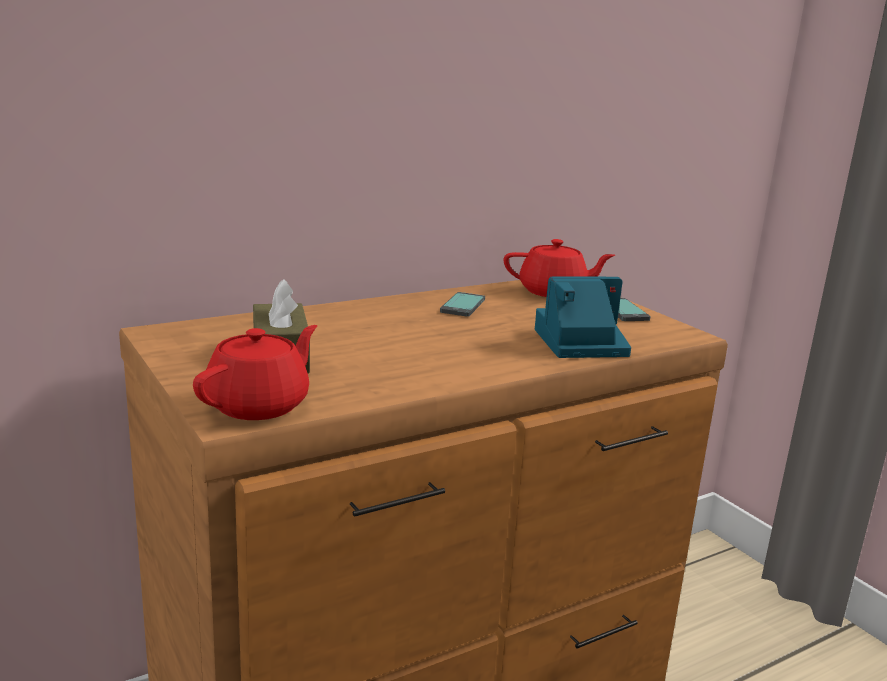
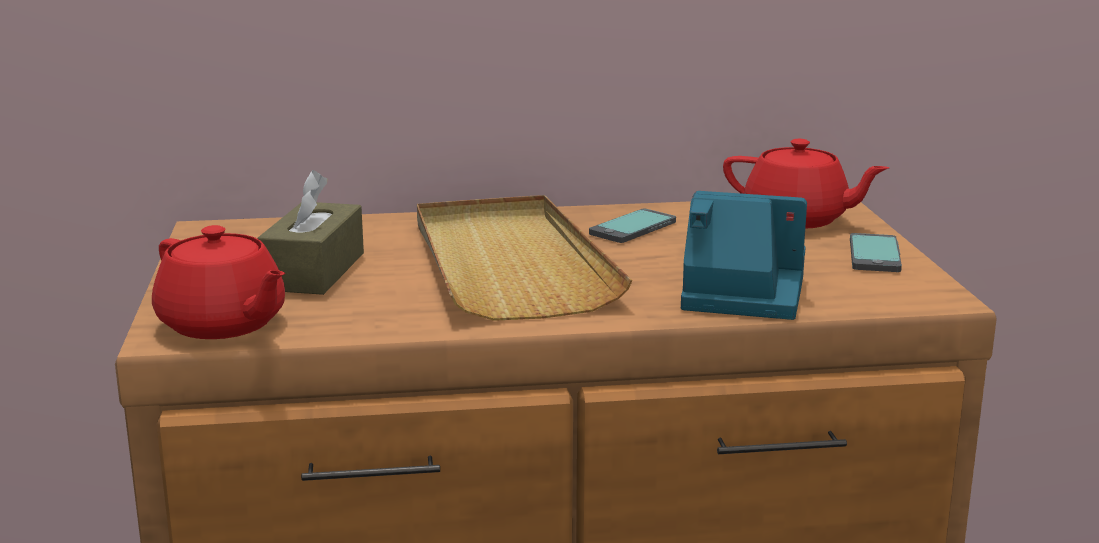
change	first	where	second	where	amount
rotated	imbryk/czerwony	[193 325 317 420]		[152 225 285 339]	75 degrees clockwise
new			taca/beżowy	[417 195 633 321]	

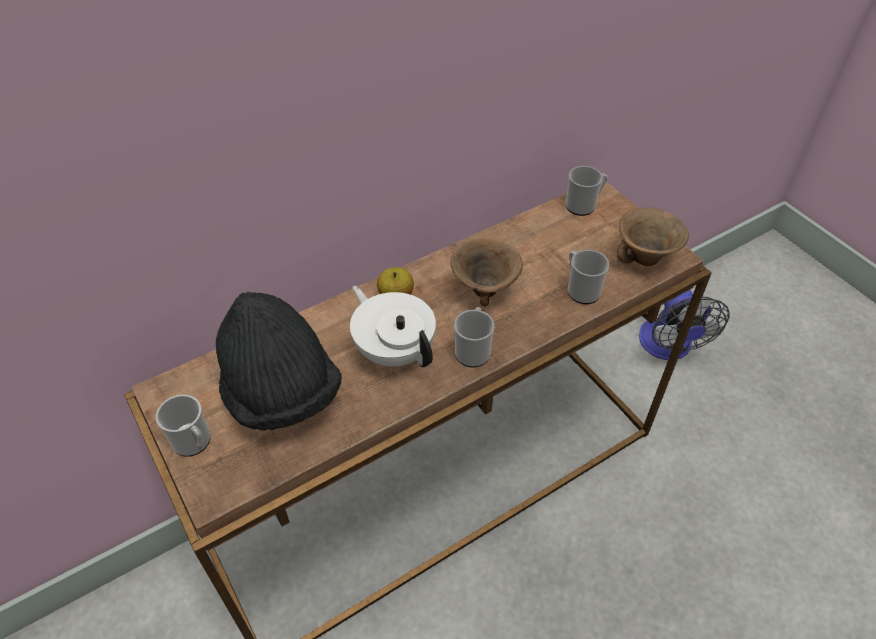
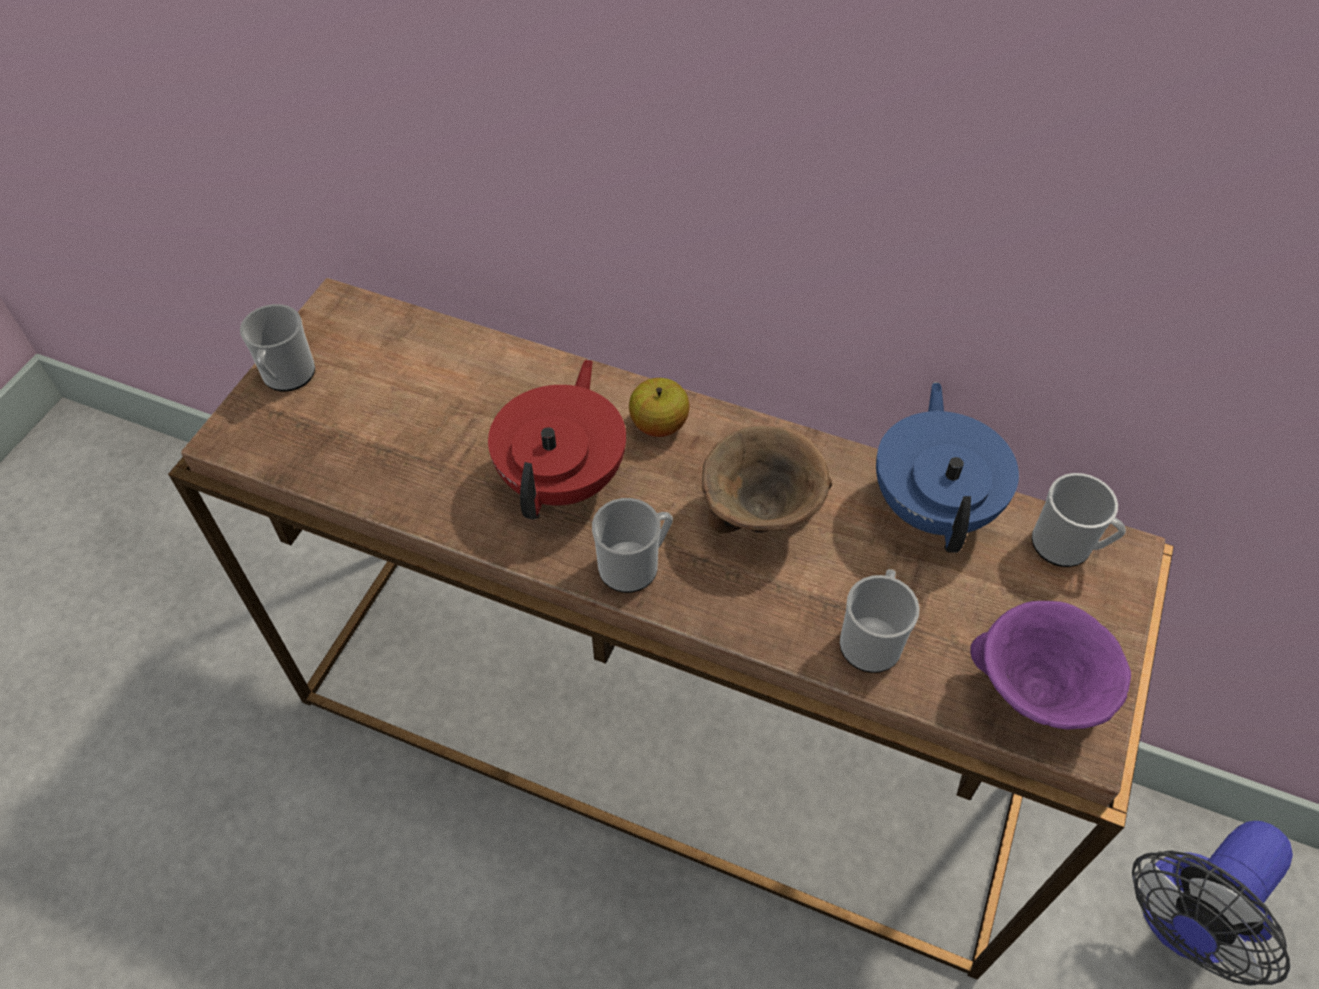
change	first	where	second	where	amount
repainted	miska/brązowy	[617 208 689 266]	miska/fioletowy	[970 601 1131 730]	
repainted	imbryk/biały	[350 286 436 367]	imbryk/czerwony	[488 359 626 520]	
gone	kapelusz/czarny	[216 292 342 431]			
new			imbryk/niebieski	[876 382 1019 553]	

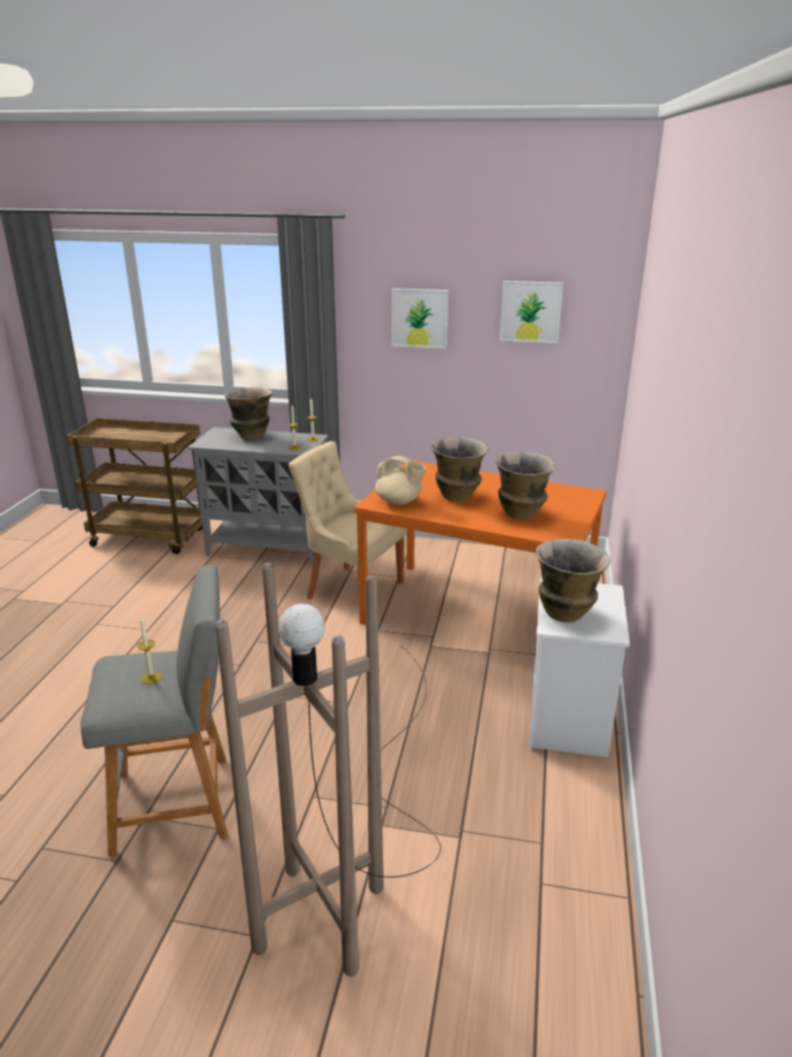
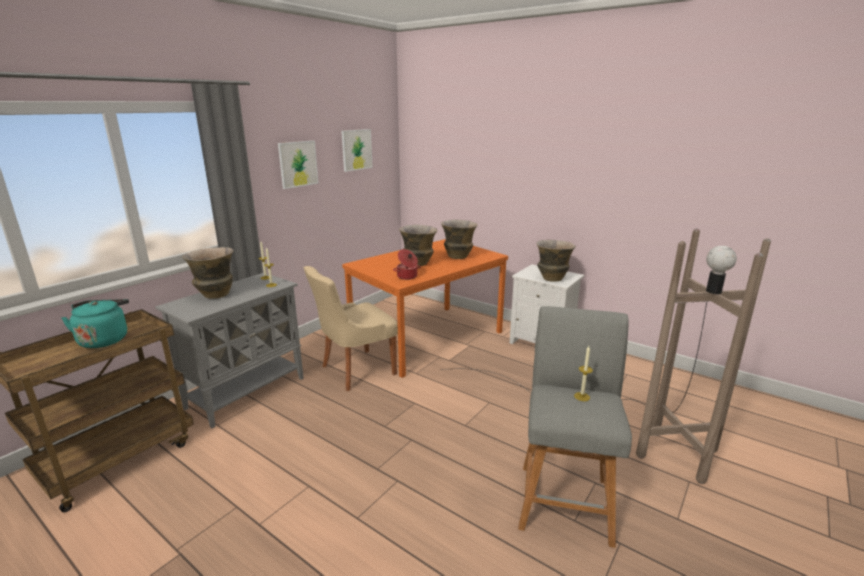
change	first	where	second	where	amount
swapped	imbryk/beżowy	[375 456 427 505]	garnek	[393 249 421 280]	
new			czajnik/turkusowy	[61 299 129 348]	

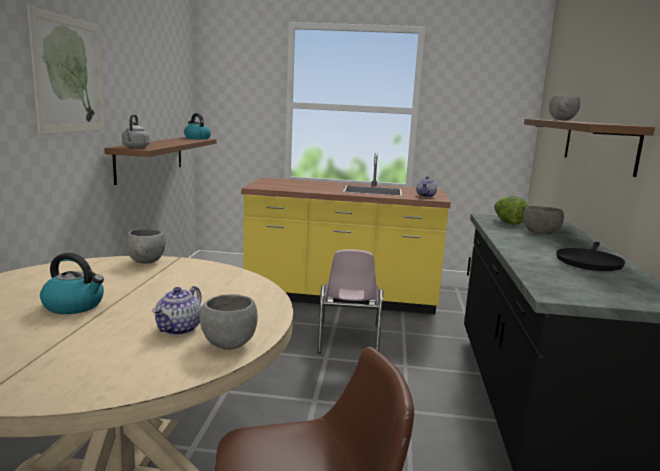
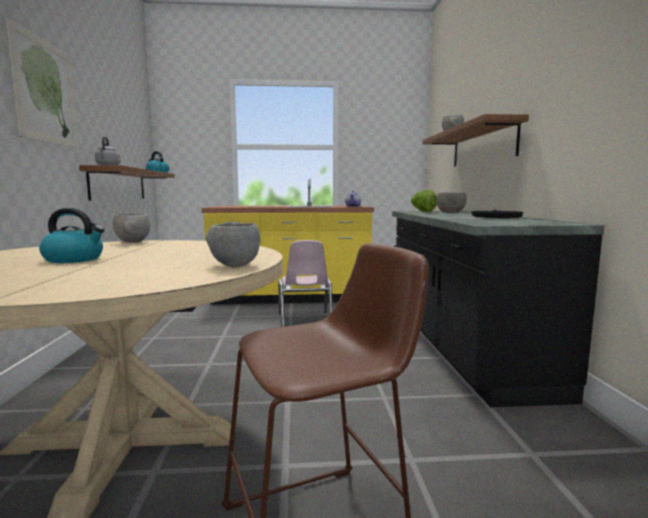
change	first	where	second	where	amount
gone	imbryk	[152 286 201 335]			

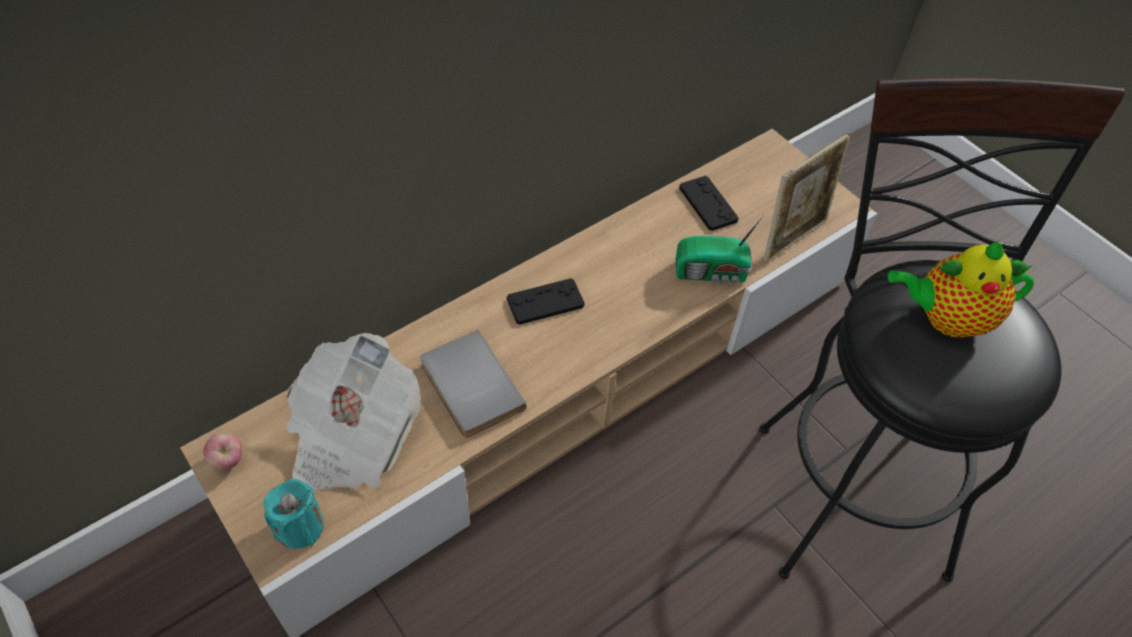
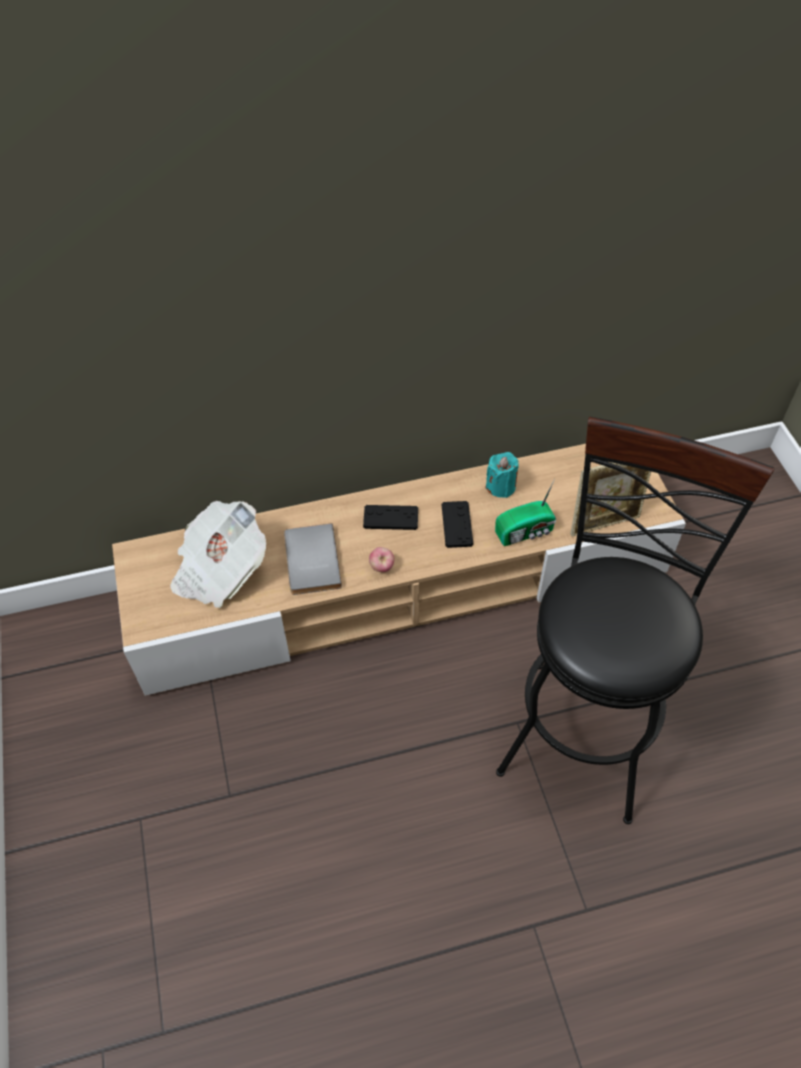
change	first	where	second	where	amount
shifted	pad do gier/czarny	[679 176 739 231]		[442 501 473 548]	
rotated	radio	[676 215 764 284]		[495 479 556 546]	45 degrees counterclockwise
gone	imbryk	[888 241 1034 338]			
shifted	jabłko	[203 433 242 470]		[369 547 395 572]	
shifted	świeca/turkusowy	[264 478 324 549]		[485 452 519 498]	

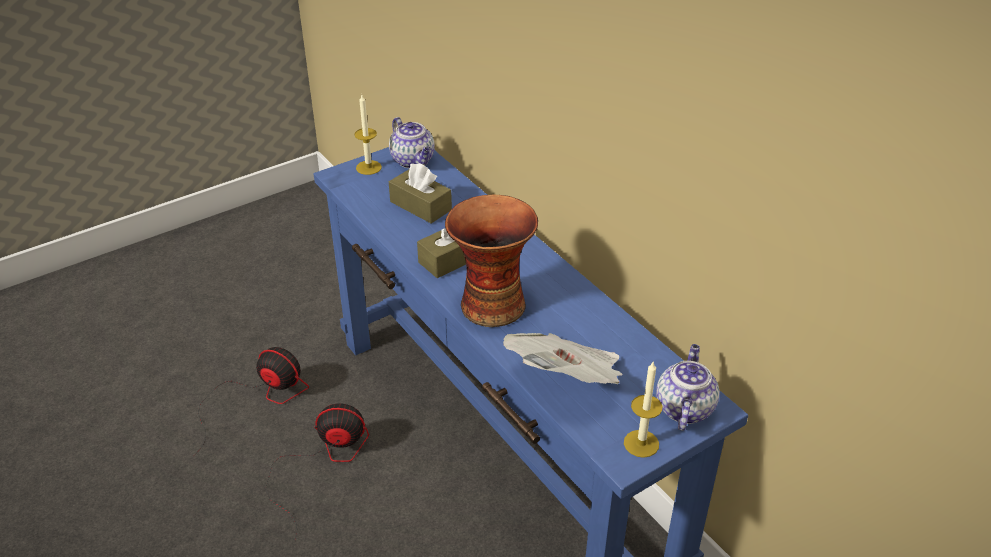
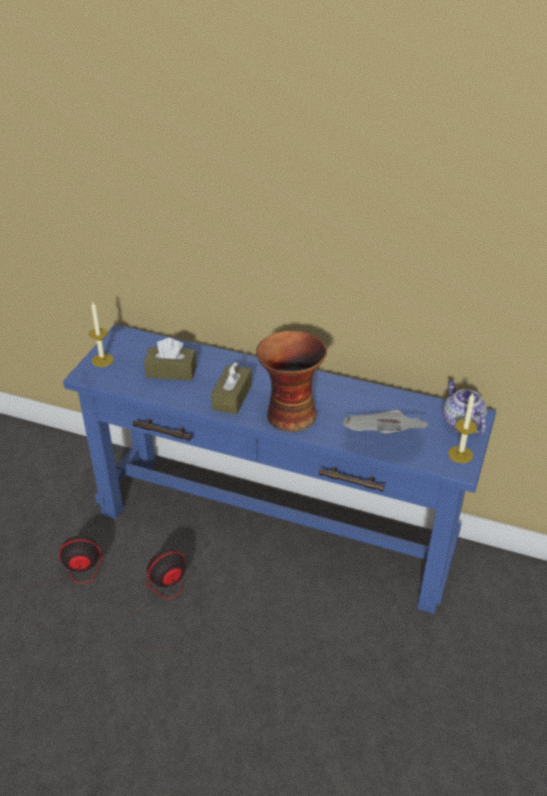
change	first	where	second	where	amount
gone	imbryk	[389 117 435 168]			

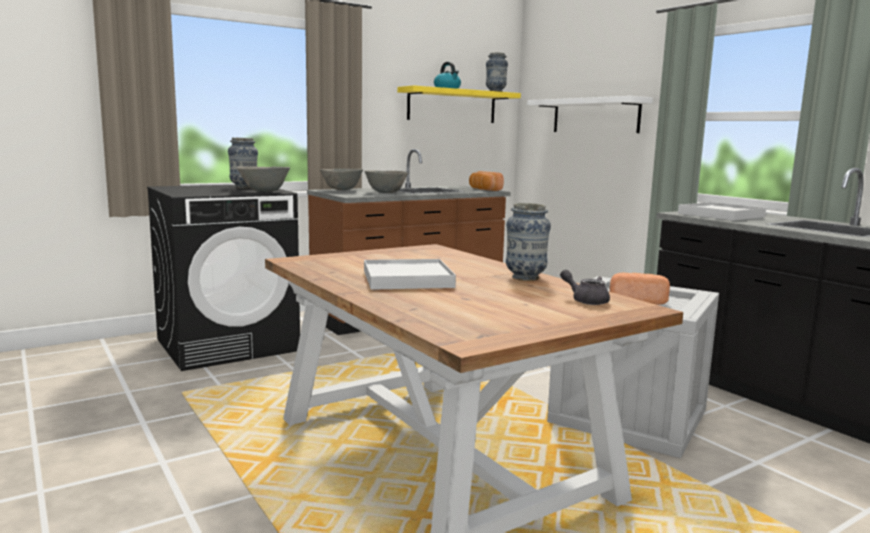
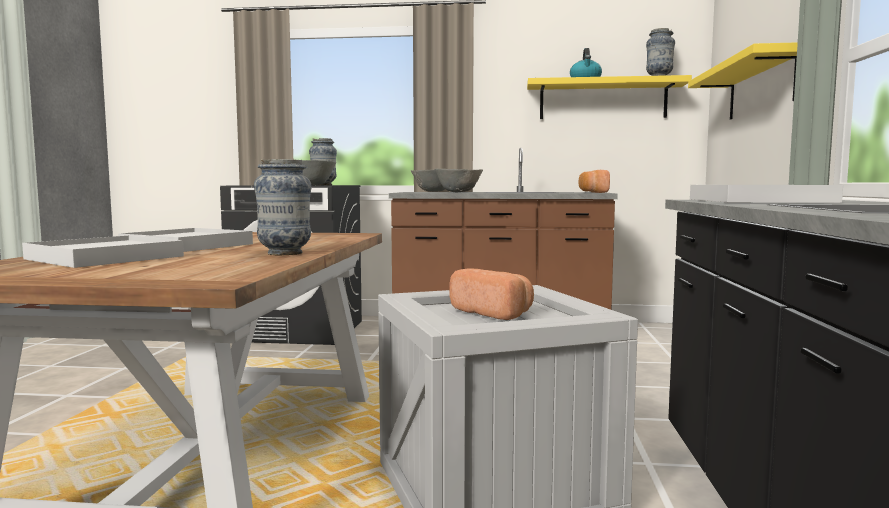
change	first	where	second	where	amount
repainted	półka/biały	[527 96 653 133]	półka/żółty	[688 42 798 120]	
gone	imbryk/szary	[560 270 610 305]			
new			taca/biały	[22 235 184 268]	

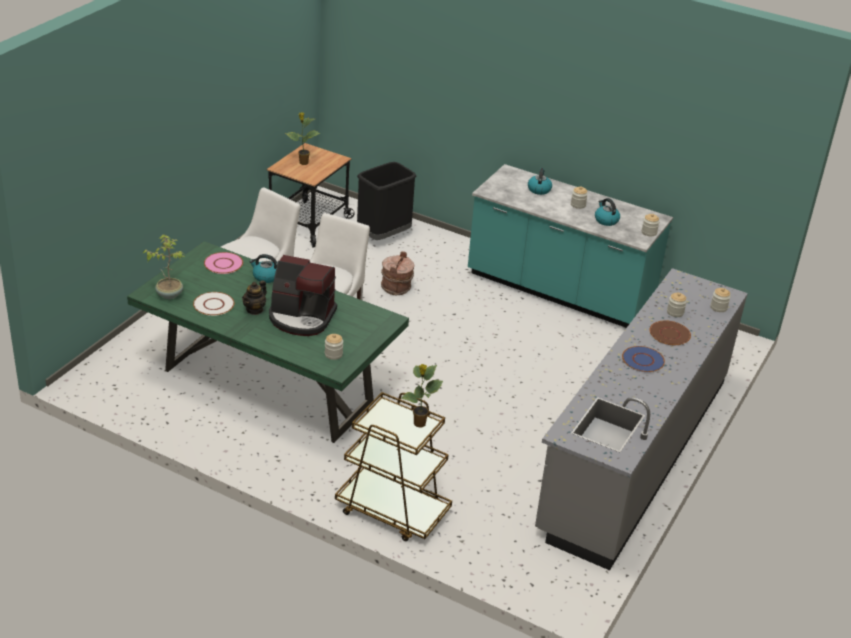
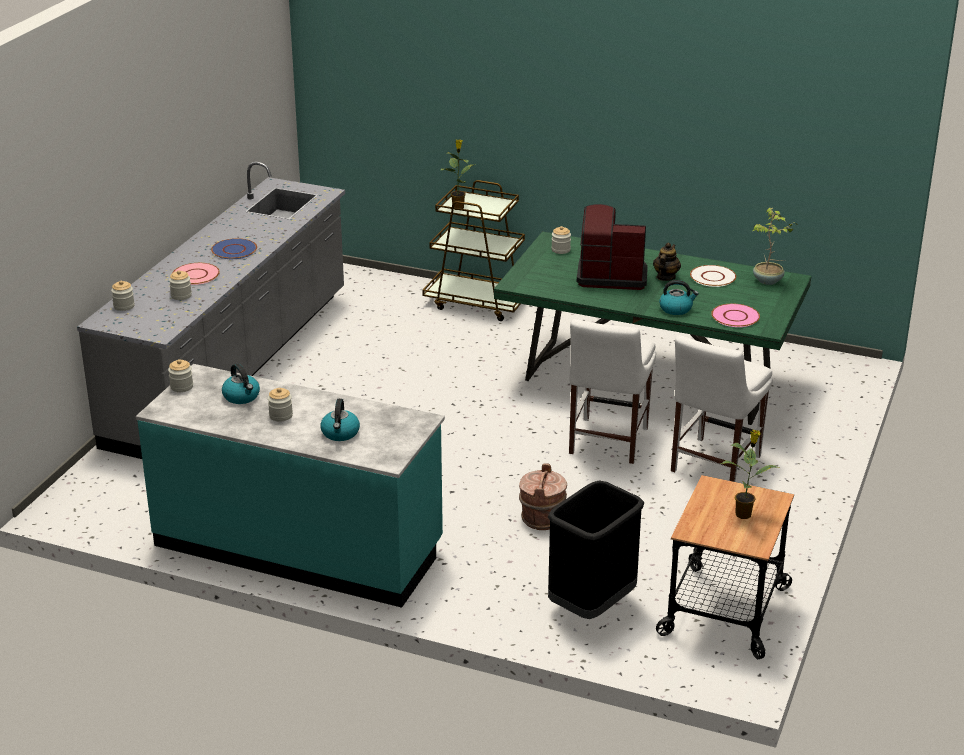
change	first	where	second	where	amount
repainted	talerz/brązowy	[649 320 691 345]	talerz/różowy	[173 263 220 285]	

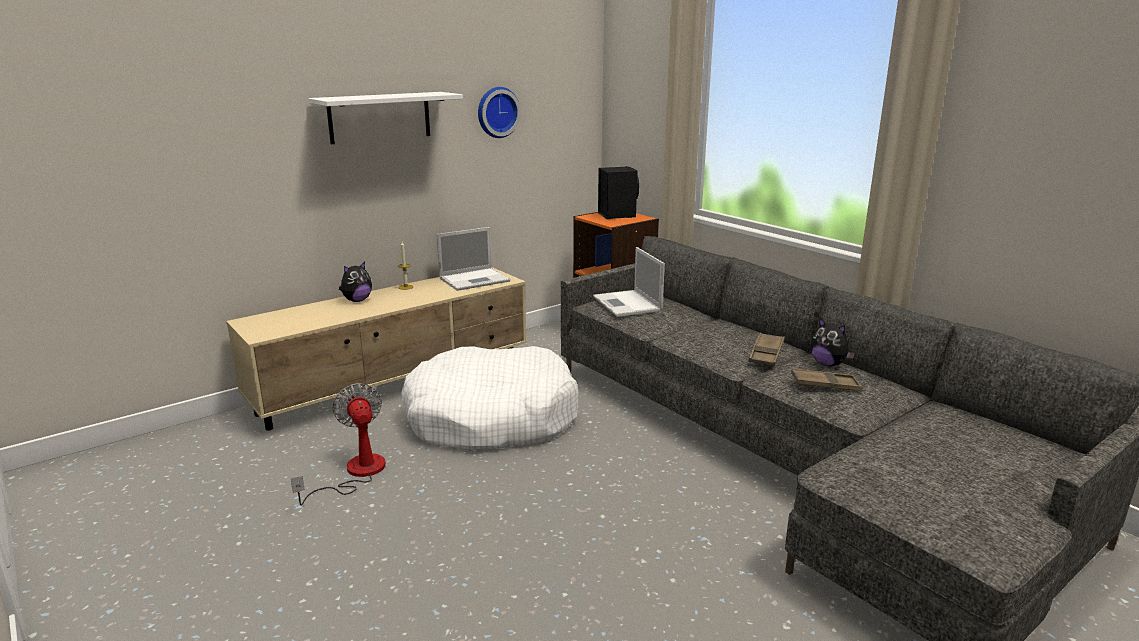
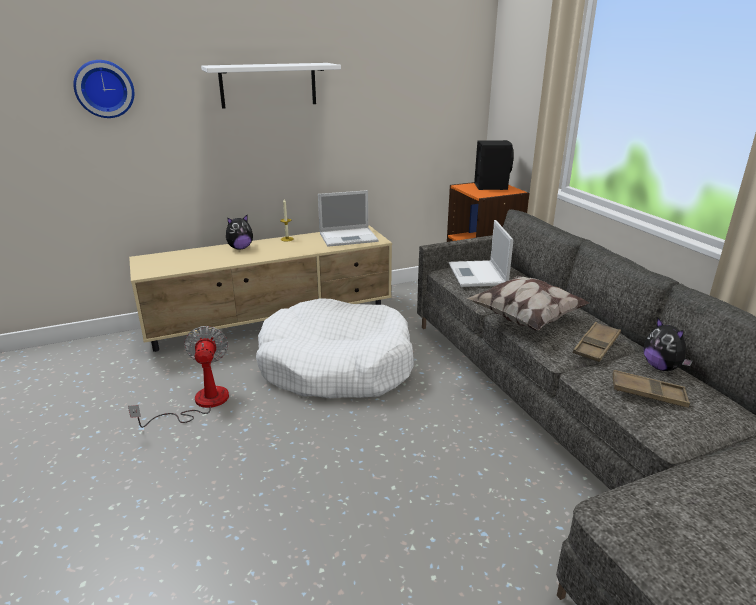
change	first	where	second	where	amount
shifted	zegar ścienny	[478 87 521 138]		[73 60 134 118]	
new			poduszka	[466 276 589 331]	

